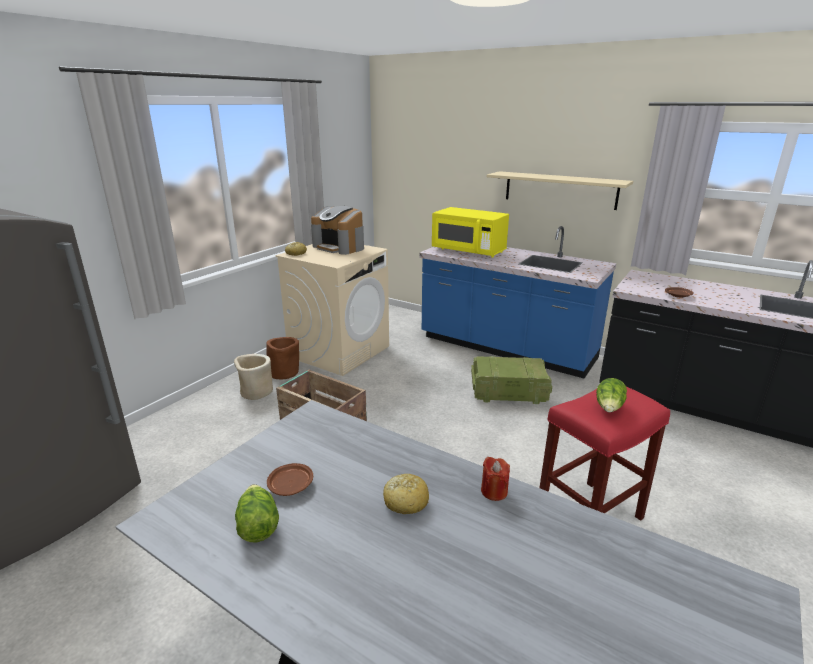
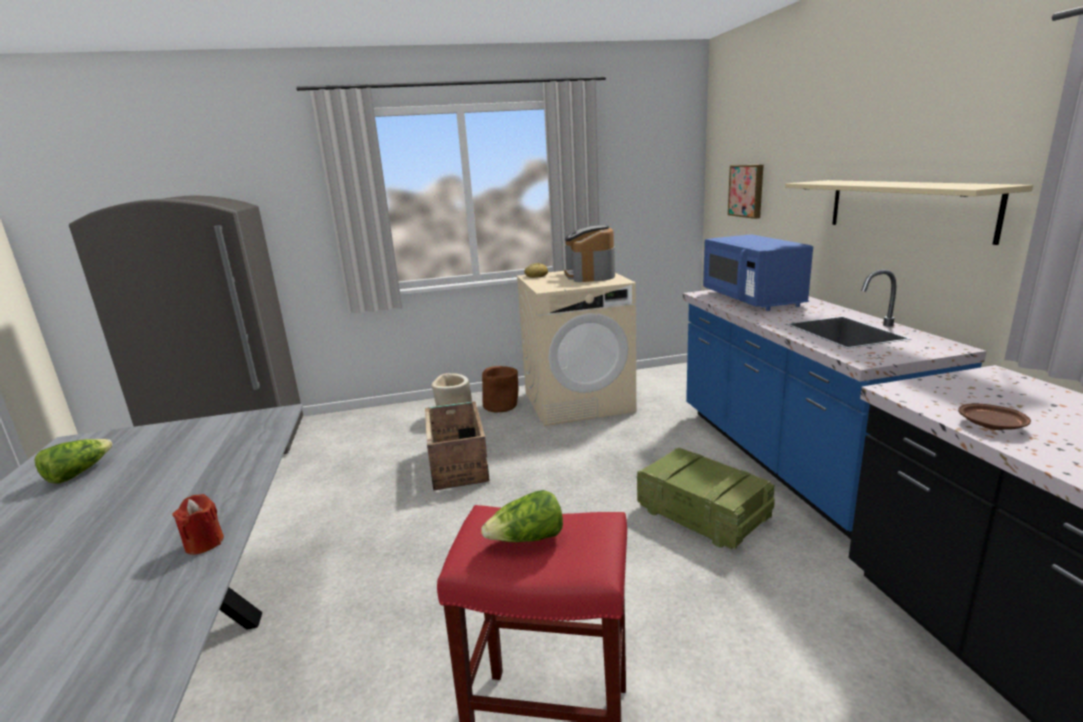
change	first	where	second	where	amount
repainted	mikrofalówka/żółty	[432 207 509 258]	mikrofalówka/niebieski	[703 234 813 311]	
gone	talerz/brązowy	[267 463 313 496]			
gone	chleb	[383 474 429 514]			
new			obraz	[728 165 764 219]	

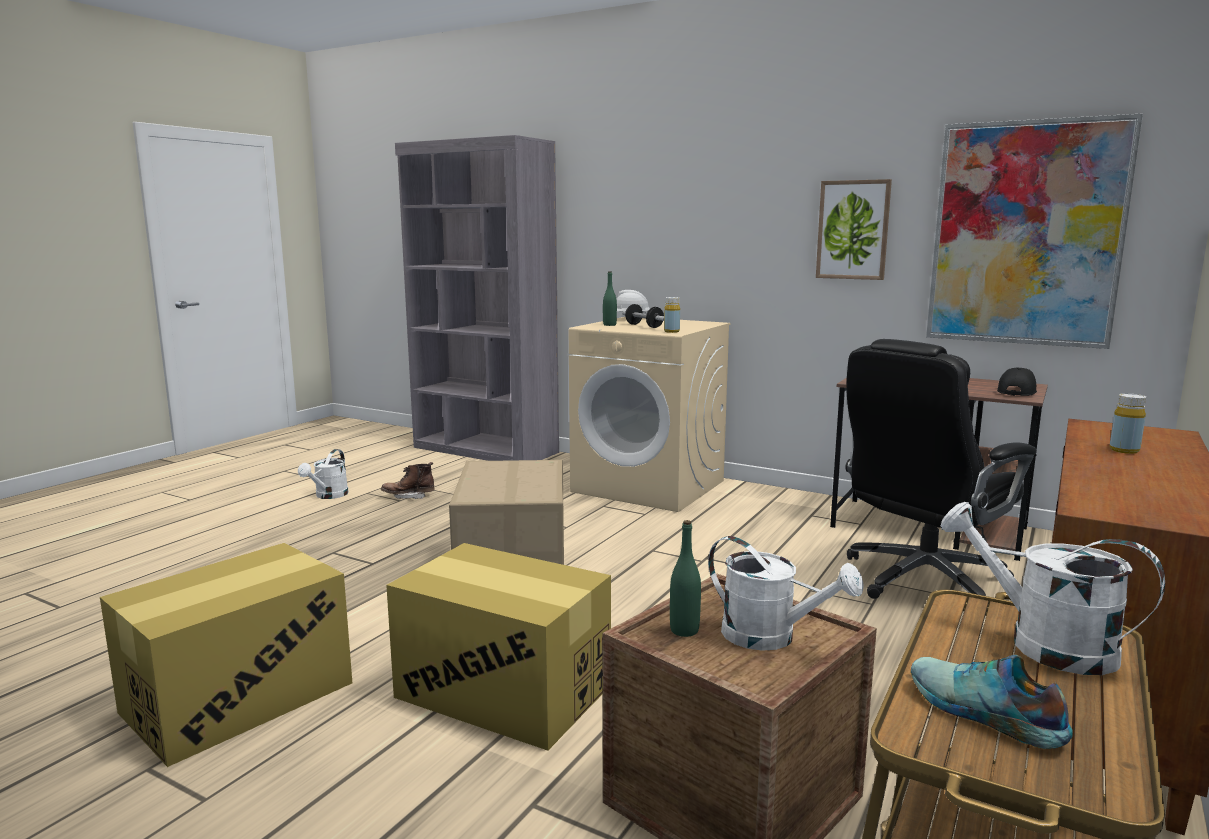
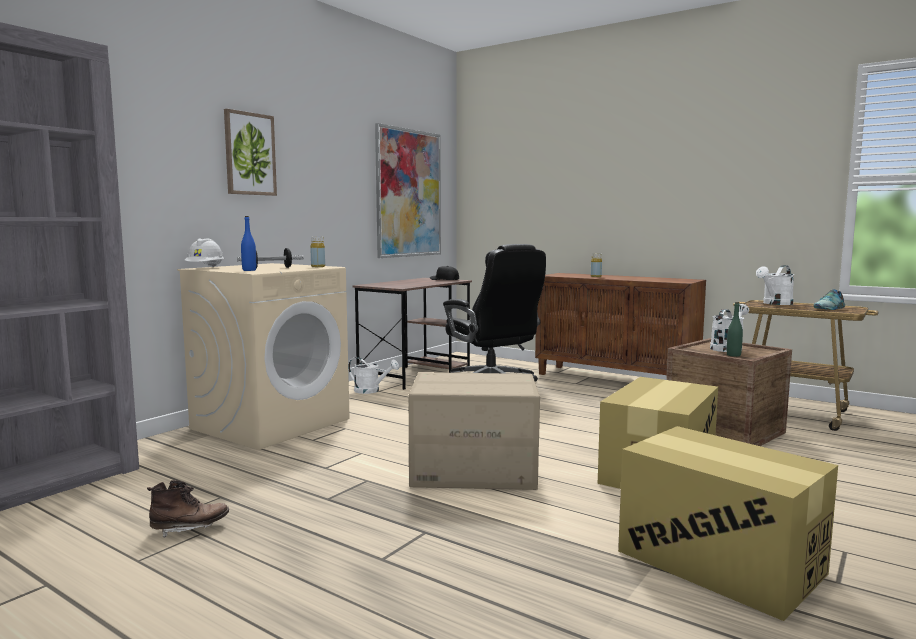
change	first	where	second	where	amount
shifted	obraz	[816 179 892 280]		[224 109 277 196]	
repainted	butelka/zielony	[603 271 617 326]	butelka/niebieski	[241 216 256 271]	
shifted	konewka/biały	[298 449 349 499]		[348 357 399 394]	
rotated	but z cholewką/brązowy	[381 462 434 499]		[147 480 229 538]	105 degrees counterclockwise

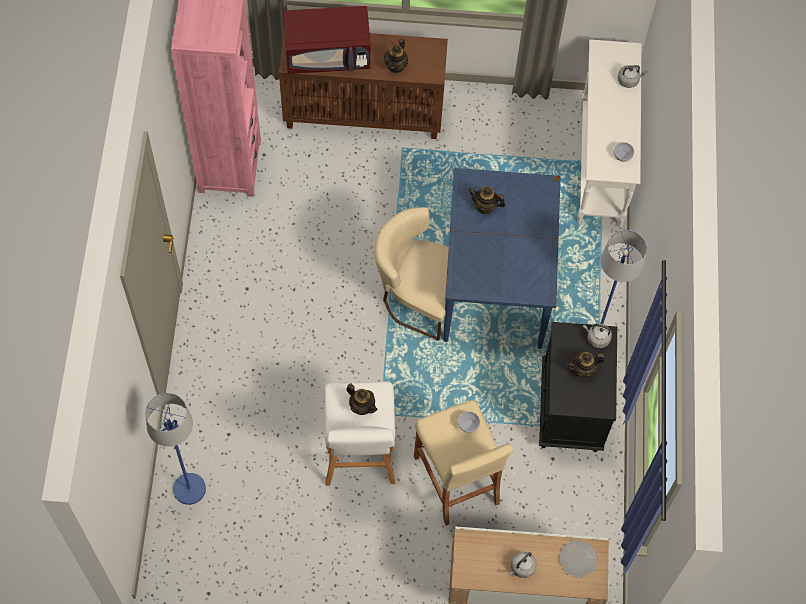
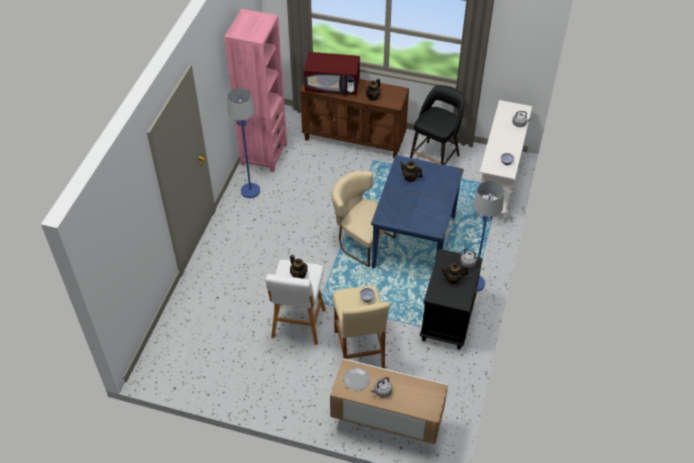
change	first	where	second	where	amount
shifted	lampa stojąca/niebieski	[145 393 206 505]		[227 88 260 198]	
shifted	talerz	[559 540 598 578]		[343 367 371 391]	
new			stołek/czarny	[410 85 465 165]	

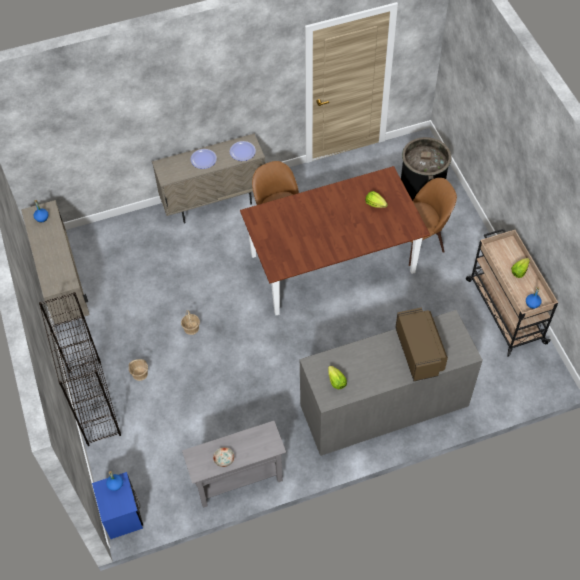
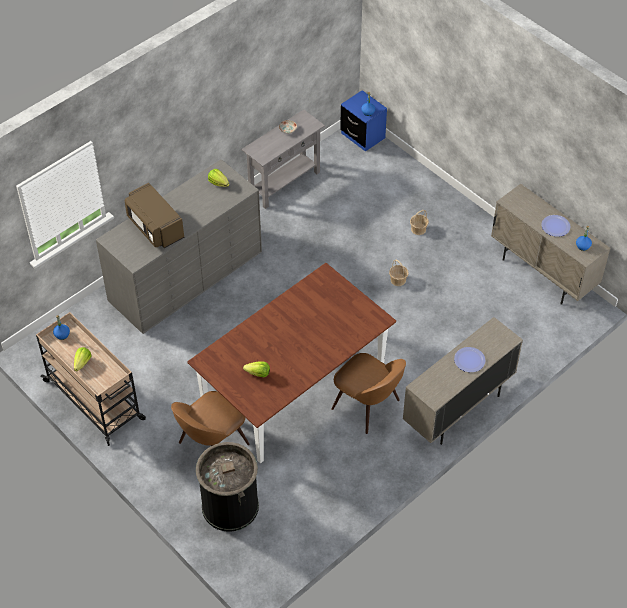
change	first	where	second	where	amount
shifted	talerz	[230 141 256 161]		[541 215 571 237]	
gone	regał/czarny	[39 292 121 446]			

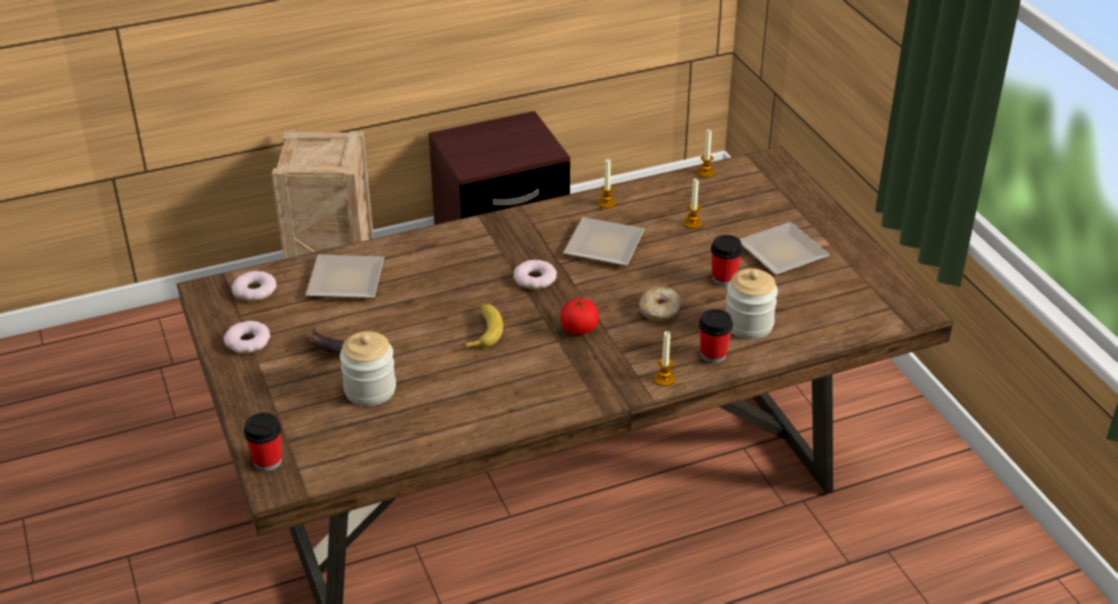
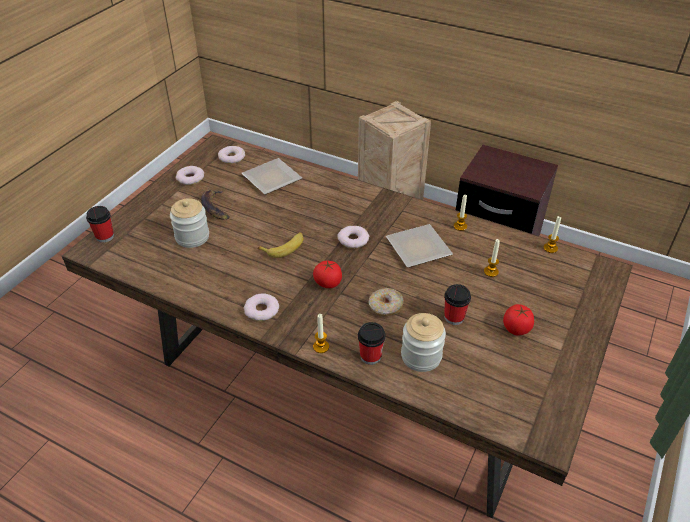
change	first	where	second	where	amount
swapped	talerz	[739 222 830 275]	pomidor	[503 304 534 335]	
new			donut	[244 294 279 321]	

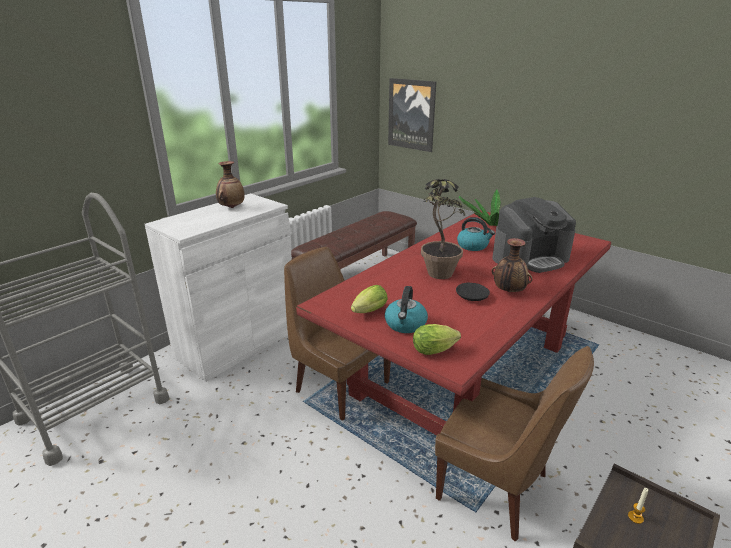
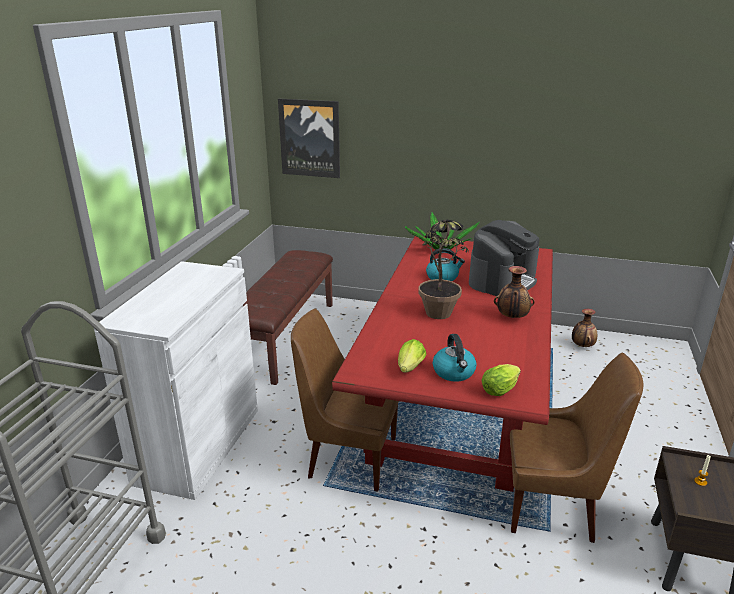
change	first	where	second	where	amount
shifted	wazon	[216 161 245 208]		[572 309 597 347]	
gone	talerz/czarny	[456 283 490 301]			

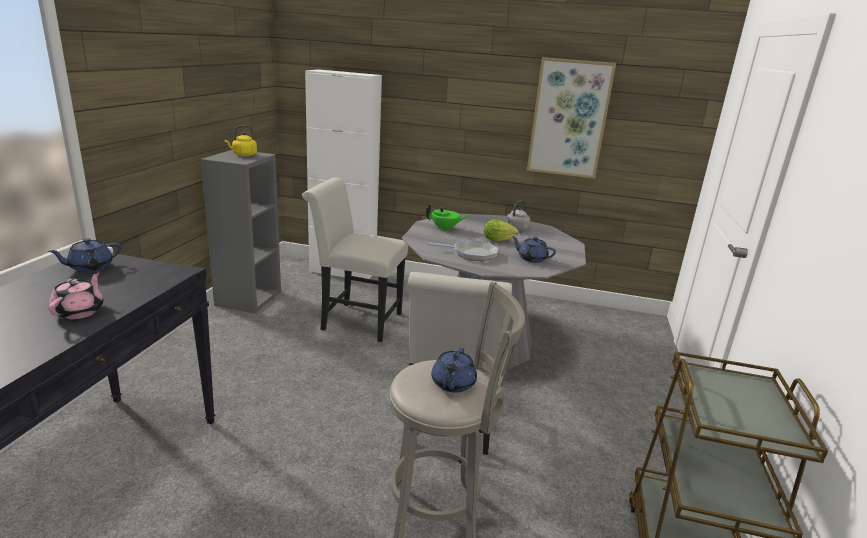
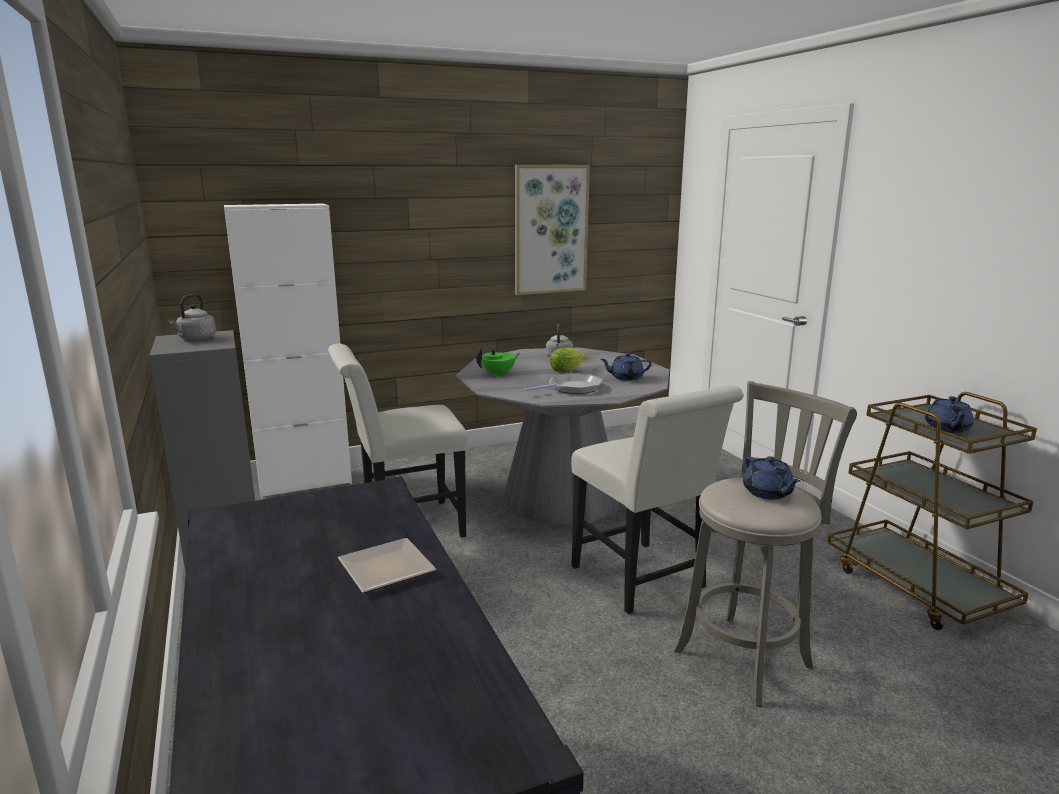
change	first	where	second	where	amount
repainted	czajnik/żółty	[224 125 257 156]	czajnik/szary	[169 294 216 340]	
shifted	imbryk/niebieski	[48 238 121 272]		[925 396 974 433]	
swapped	imbryk/różowy	[48 272 104 319]	talerz	[338 538 436 593]	

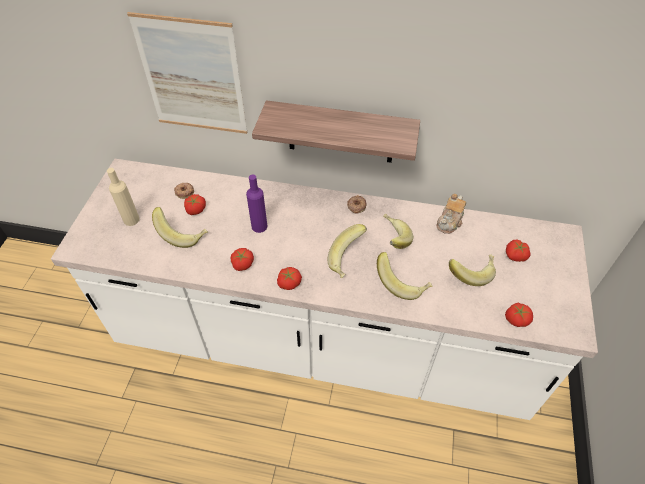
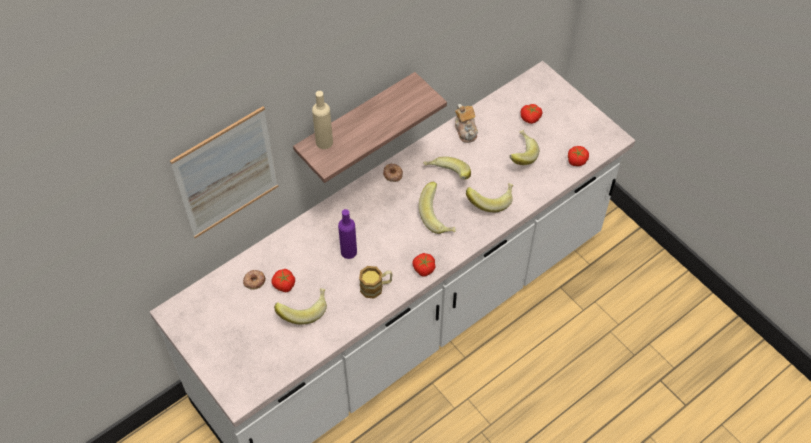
change	first	where	second	where	amount
shifted	butelka/beżowy	[107 168 140 226]		[312 91 333 149]	
swapped	pomidor	[231 248 254 271]	kubek	[359 266 393 299]	

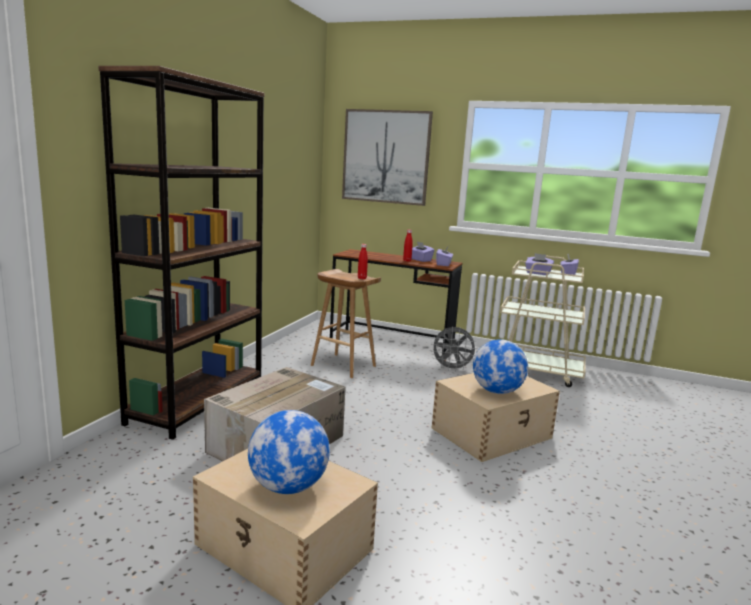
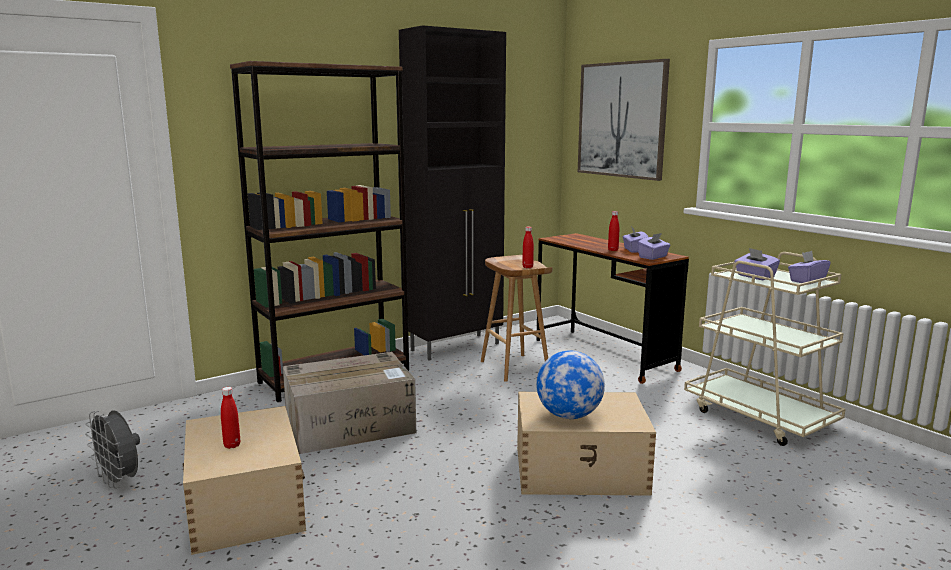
change	first	where	second	where	amount
shifted	wentylator/szary	[431 327 478 372]		[85 410 140 488]	
swapped	globus	[248 410 330 494]	butelka/czerwony	[221 387 241 449]	
new			szafka/czarny	[399 25 506 360]	

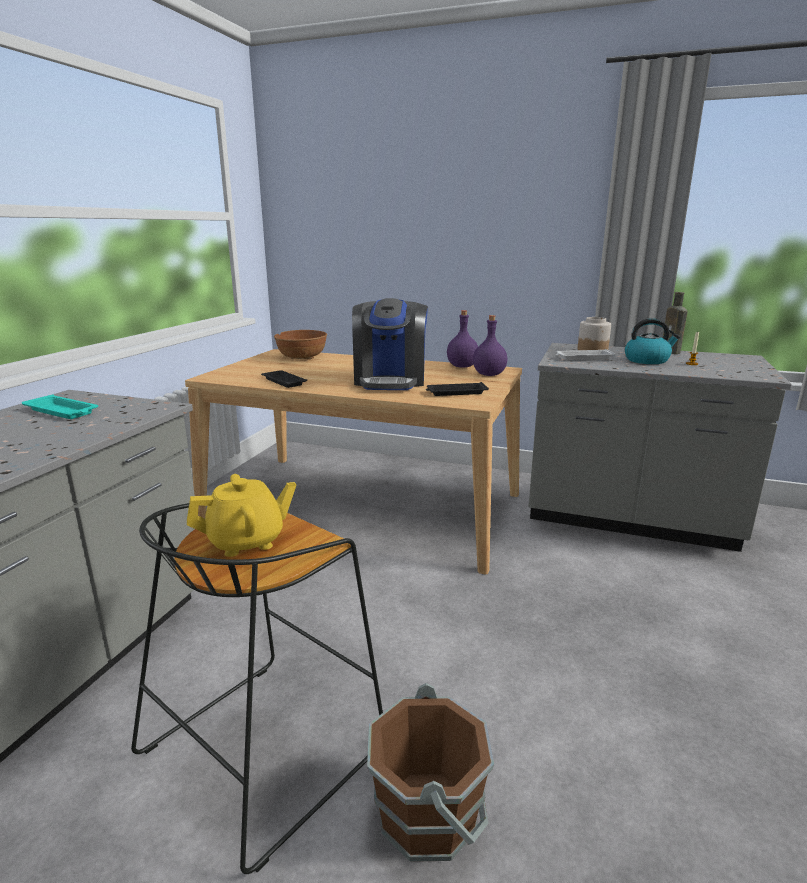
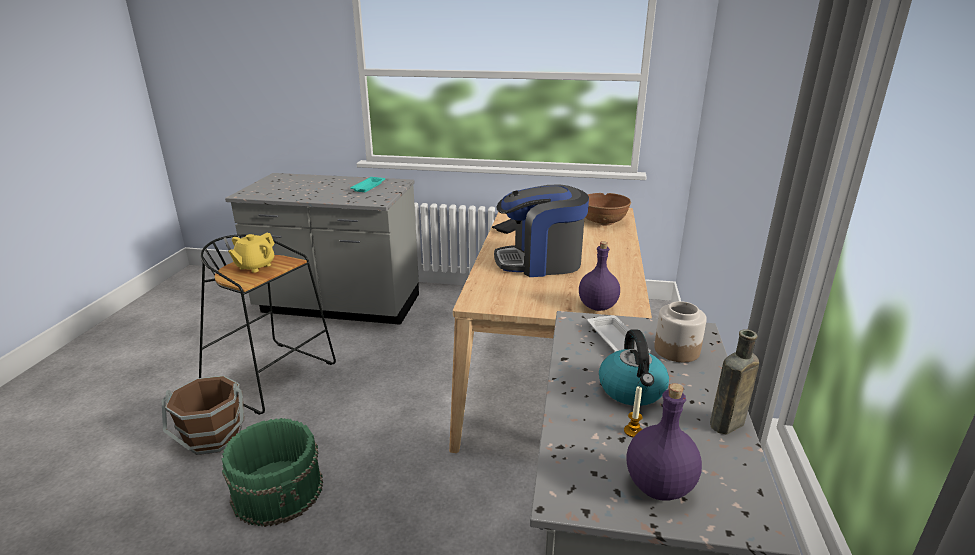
change	first	where	second	where	amount
shifted	butelka/fioletowy	[447 310 478 368]		[626 383 702 501]	
gone	taca/czarny	[426 382 489 396]			
rotated	imbryk/żółty	[187 474 296 557]		[228 233 275 273]	60 degrees clockwise
new			wiadro/zielony	[221 418 323 527]	

